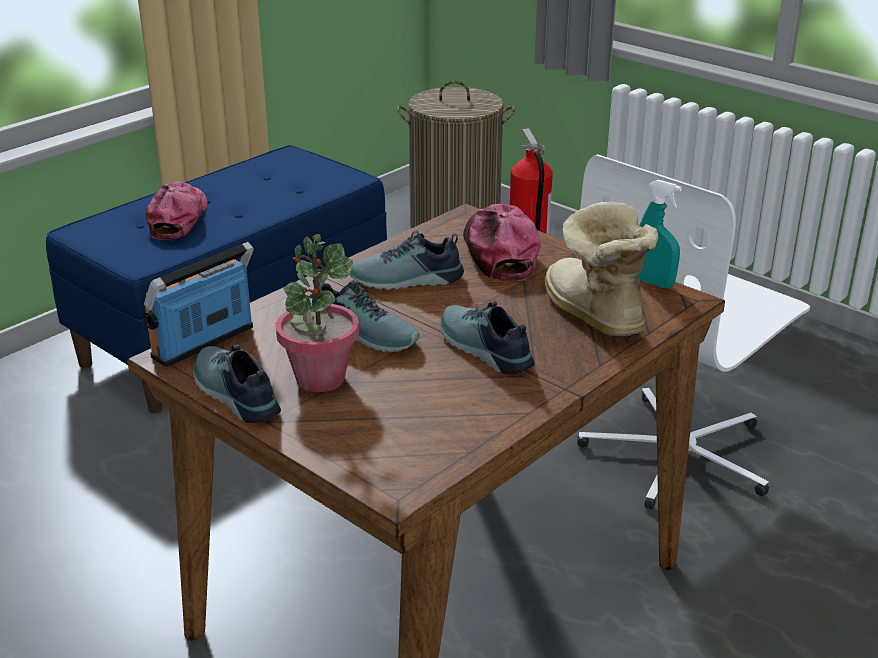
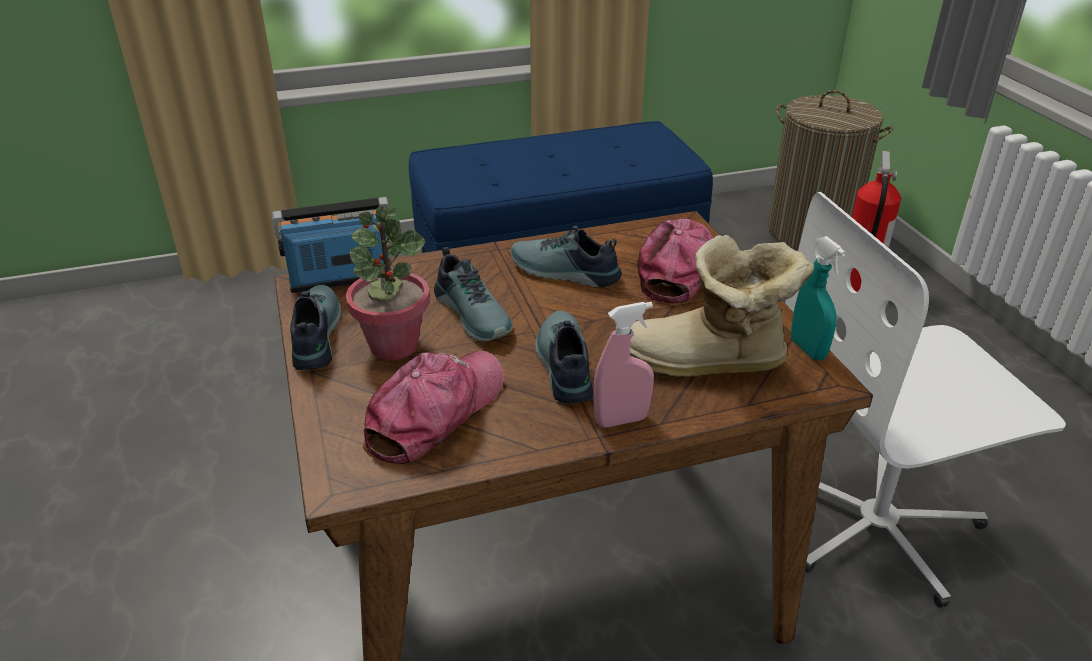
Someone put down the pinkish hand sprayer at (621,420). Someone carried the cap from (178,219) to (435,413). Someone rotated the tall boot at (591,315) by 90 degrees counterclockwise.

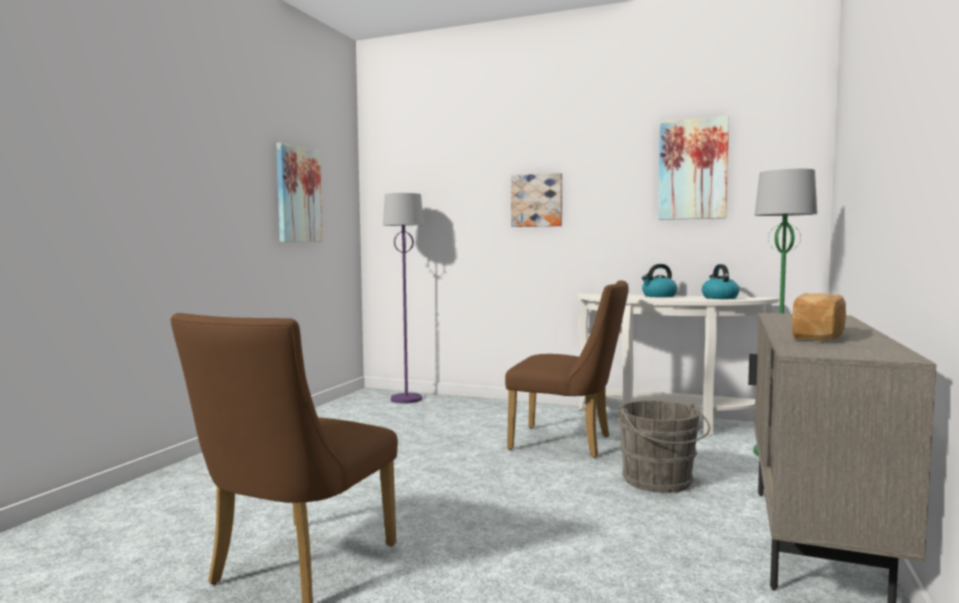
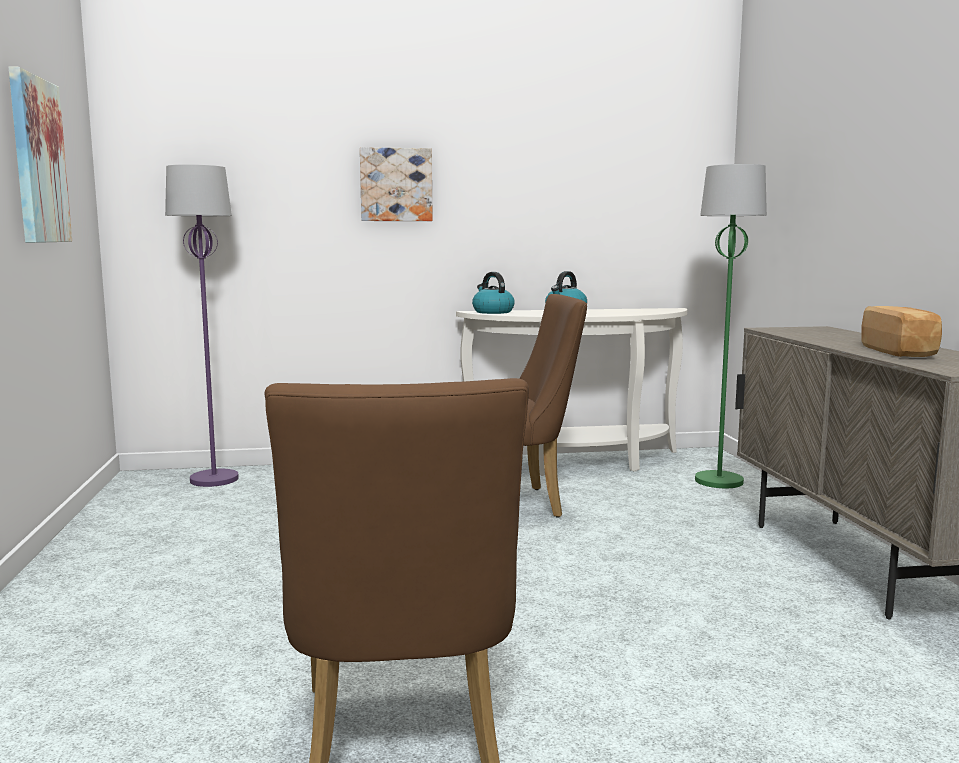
Someone took away the grey bucket at (659,482). Someone took away the wall picture at (692,169). Someone carried the kettle from (719,298) to (492,312).

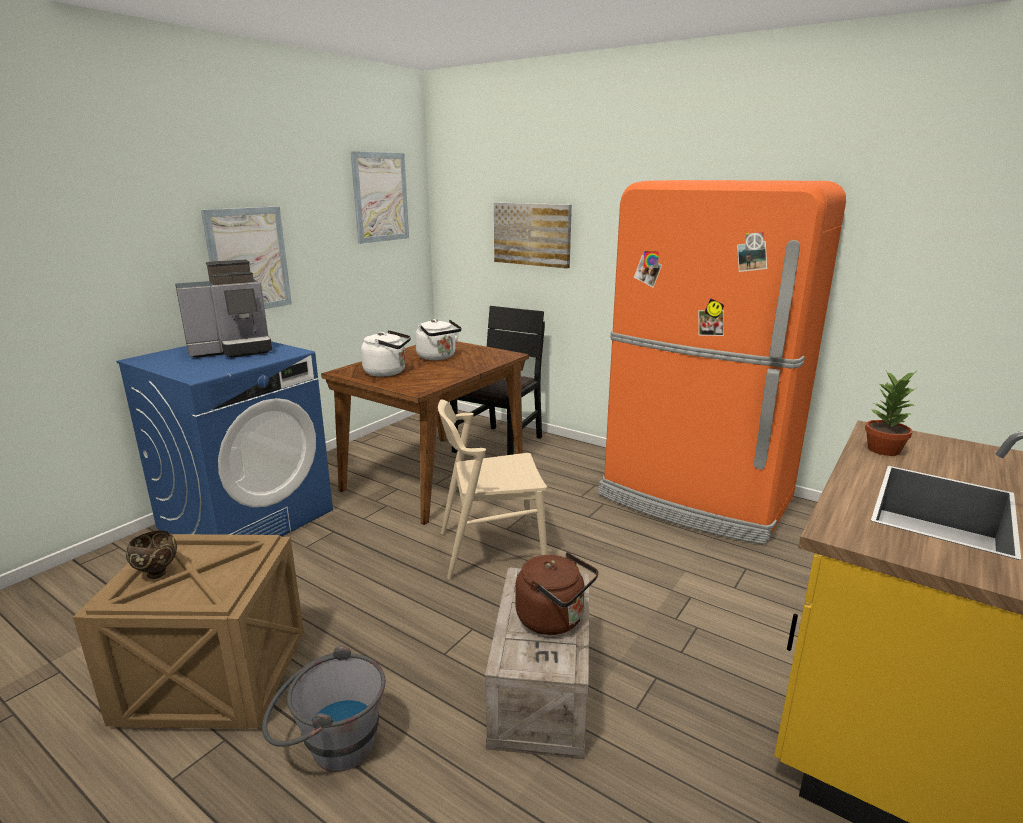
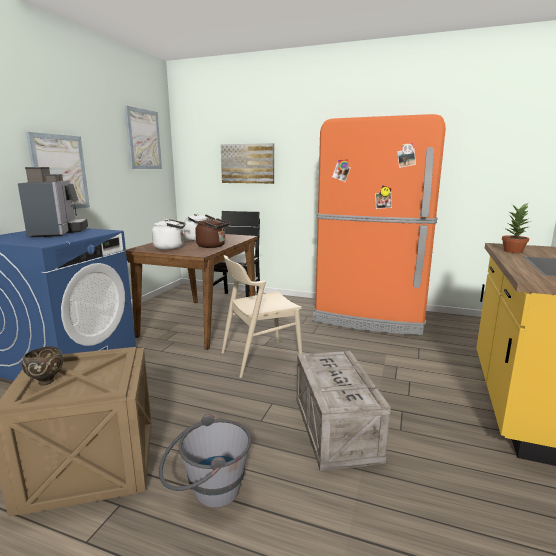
Someone carried the brown kettle from (554,619) to (213,246). Someone rotated the coffee brewer at (232,350) by 60 degrees counterclockwise.

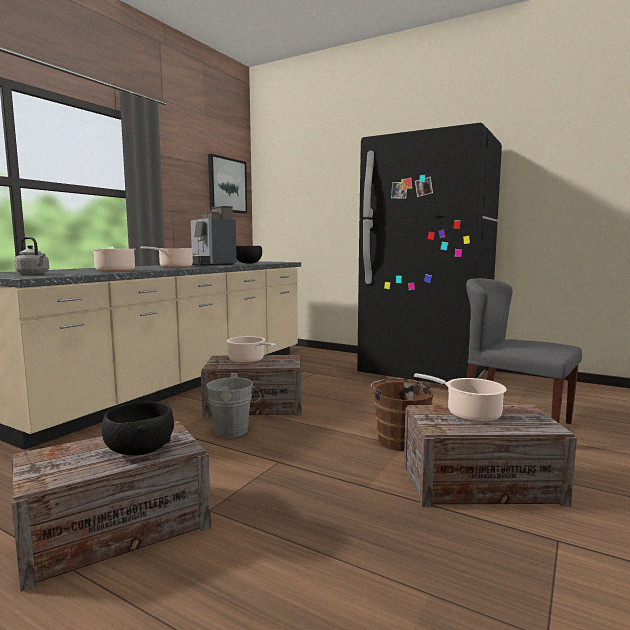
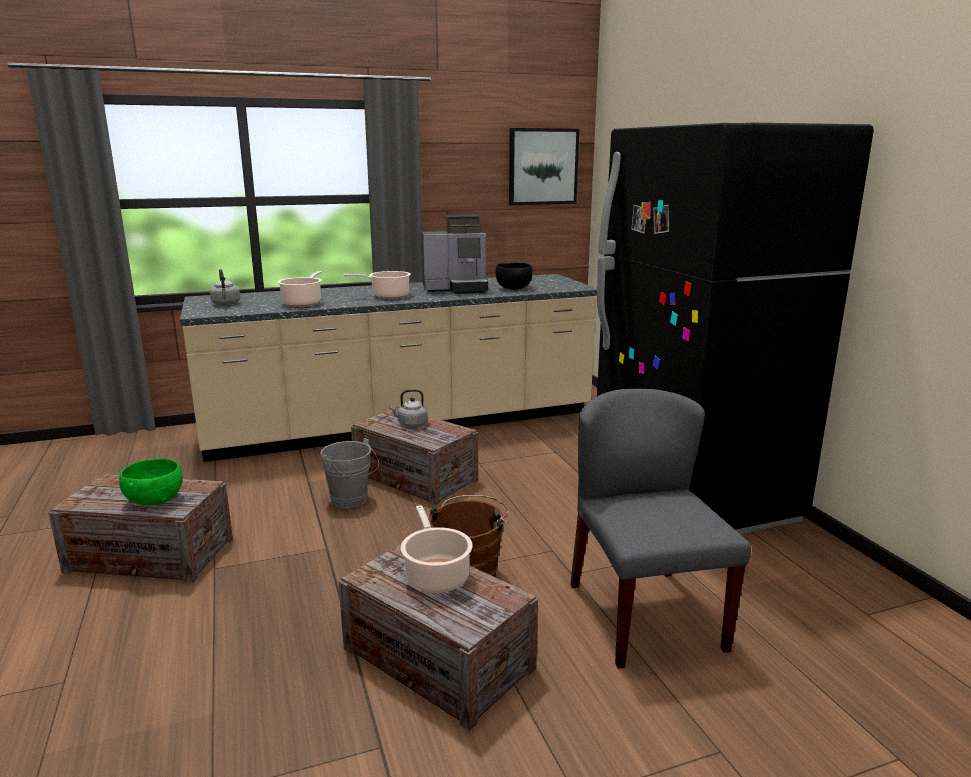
Someone swapped the cooking pot at (248,360) for the grey kettle at (411,424). Someone repainted the blackish bowl at (139,450), which became the green-coloured bowl at (154,500). Someone rotated the coffee brewer at (211,264) by 105 degrees counterclockwise.

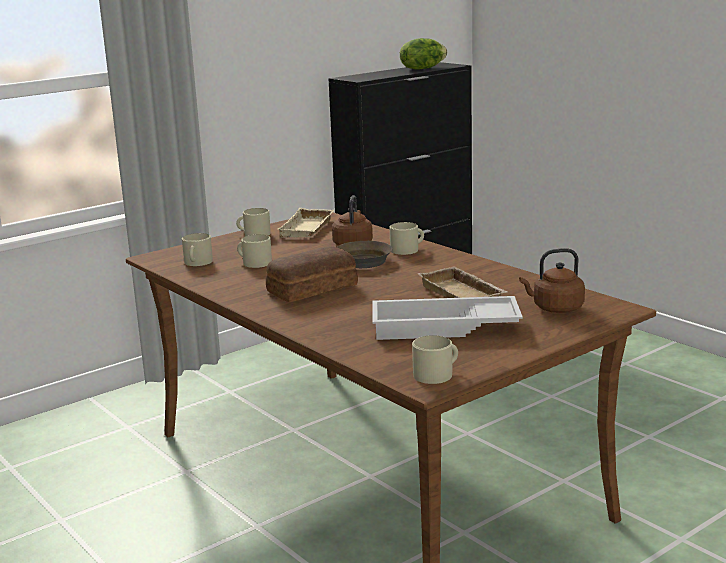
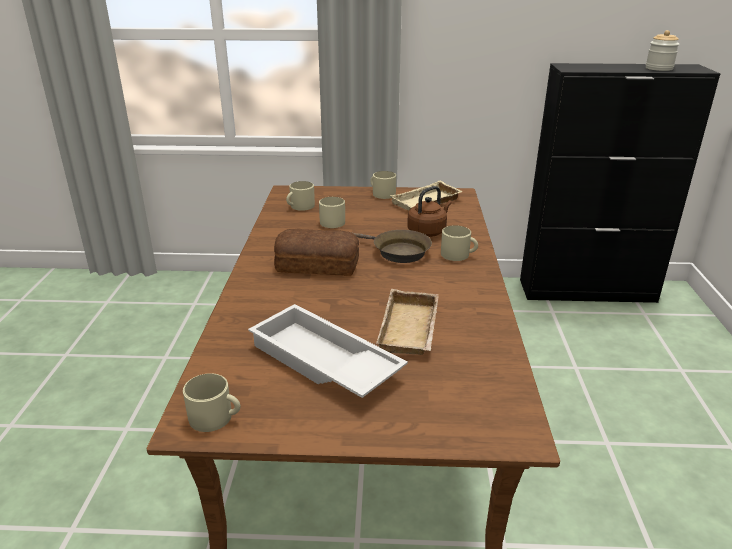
Someone took away the brown kettle at (555,308). Someone swapped the lettuce head at (422,69) for the preserve jar at (659,68).

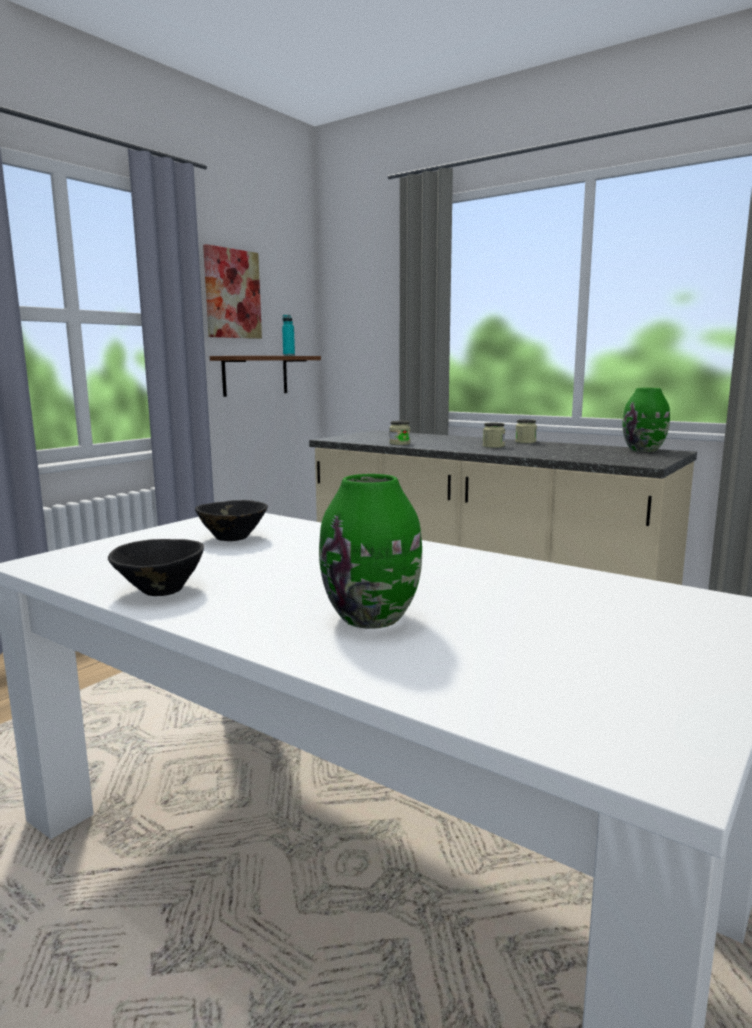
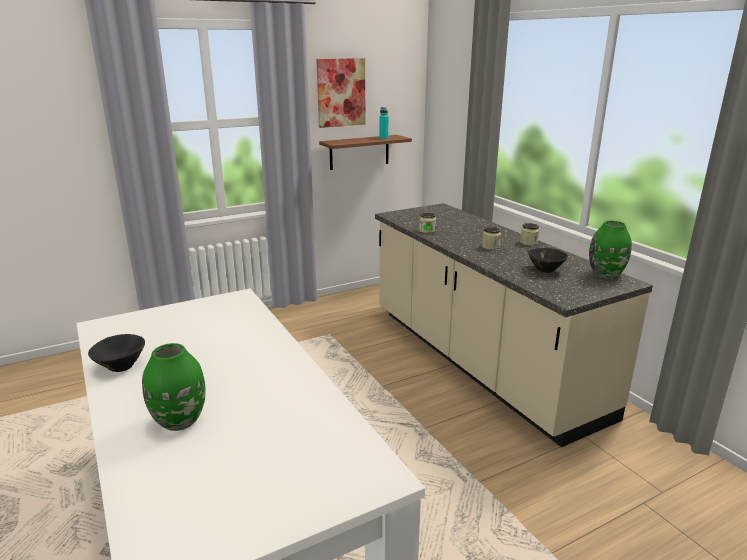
Someone carried the blackish bowl from (233,537) to (546,270).

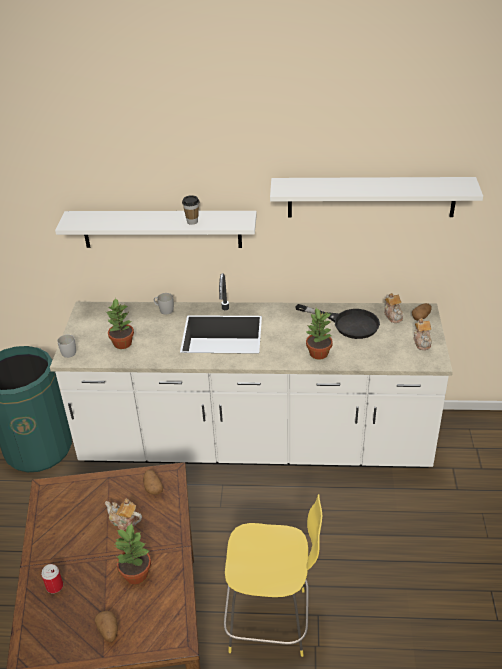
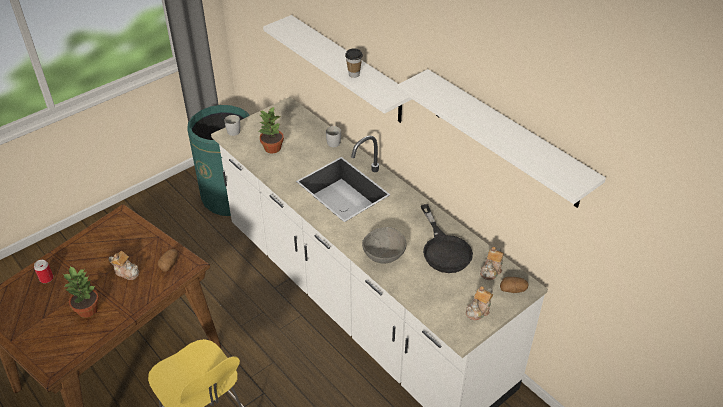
Someone took away the potato at (108,631). Someone swapped the plant in a pot at (318,354) for the grey bowl at (383,255). Someone rotated the pot for tea at (124,521) by 135 degrees clockwise.

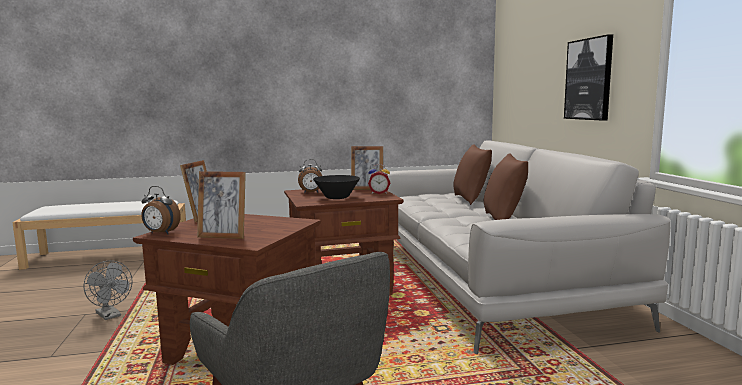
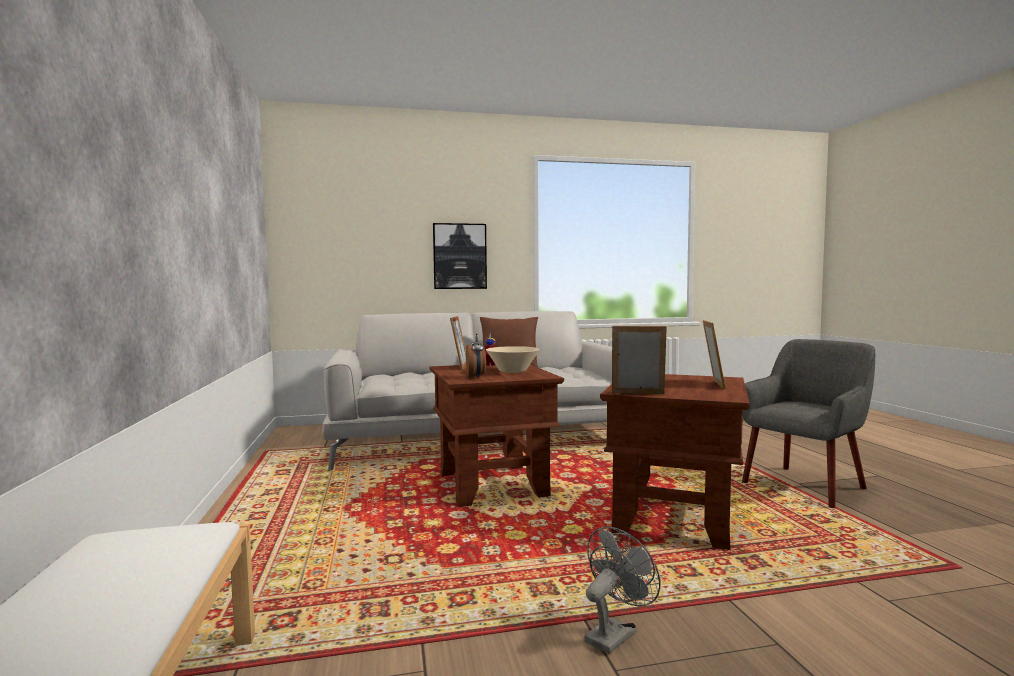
Someone took away the alarm clock at (160,233). Someone took away the brown throw pillow at (471,199). Someone repainted the blackish bowl at (337,197), which became the sand-coloured bowl at (512,371).

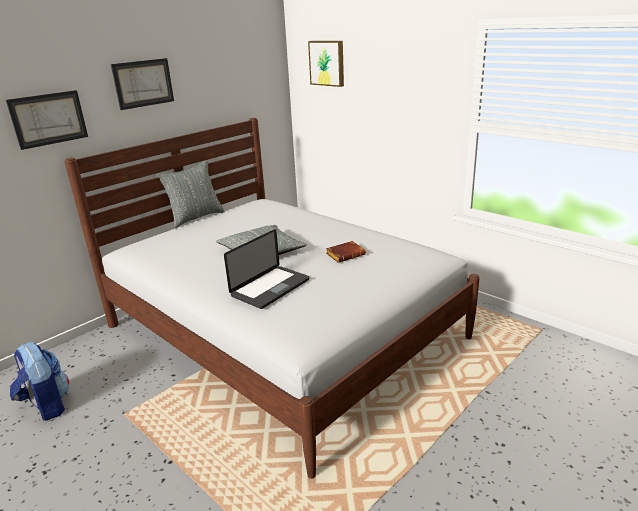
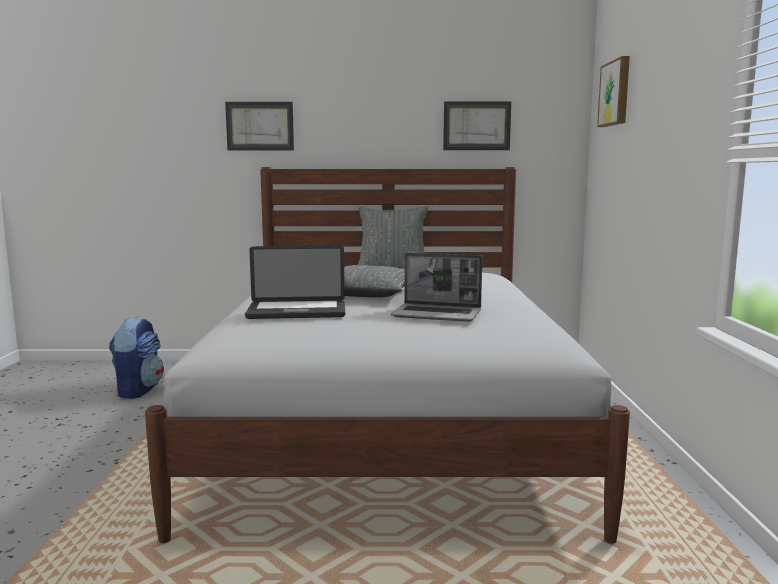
Someone carried the wall picture from (143,83) to (476,126). Someone swapped the brown book at (345,254) for the notebook computer at (438,314).

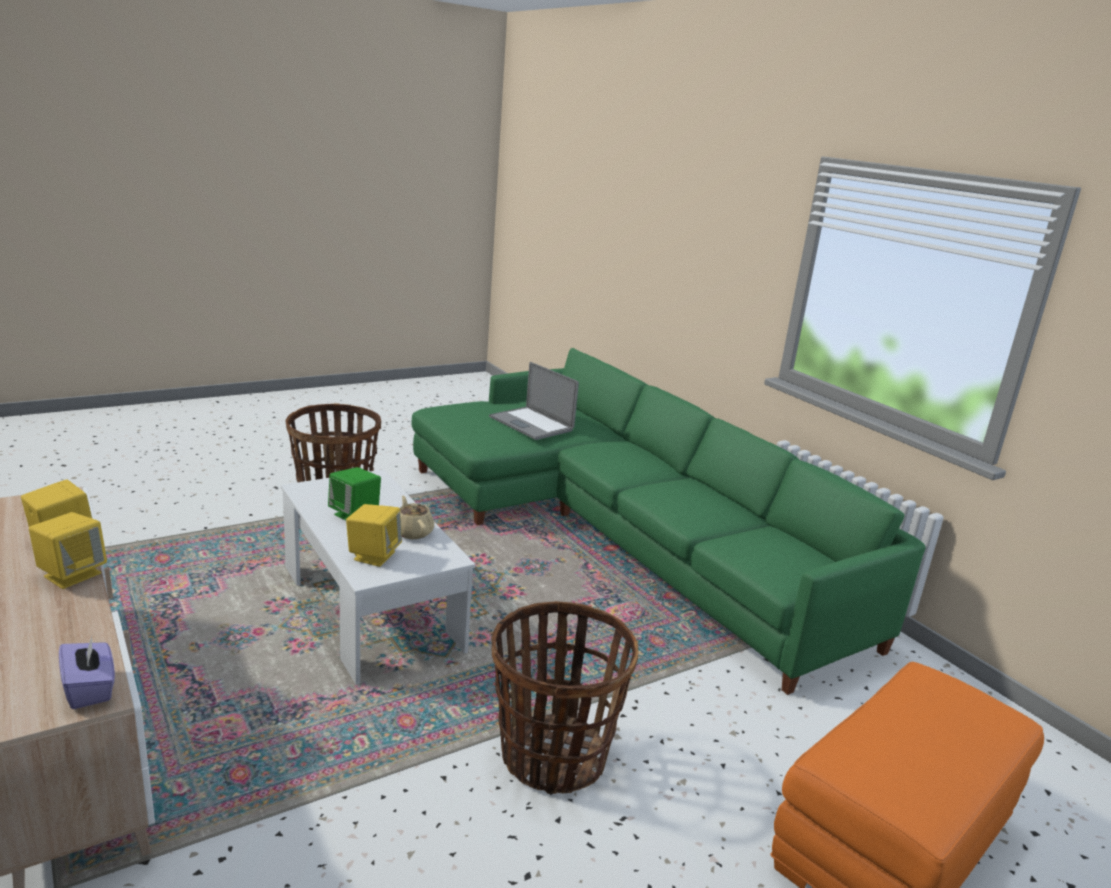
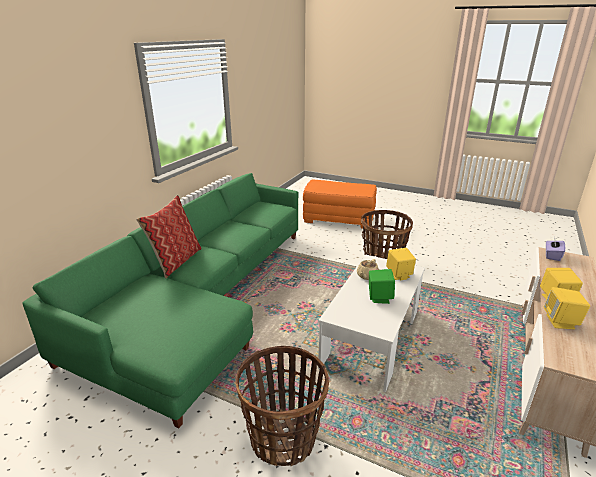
Someone took away the notebook computer at (531,424). Someone put down the throw pillow at (176,261).

